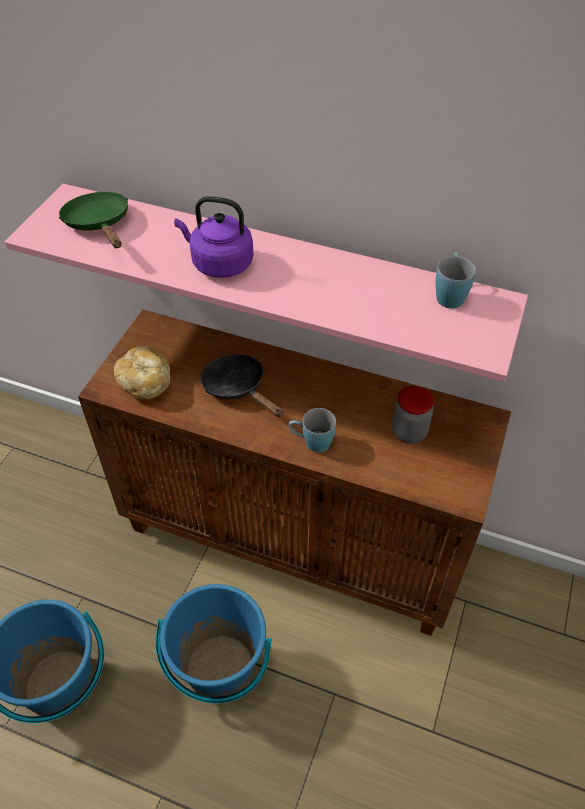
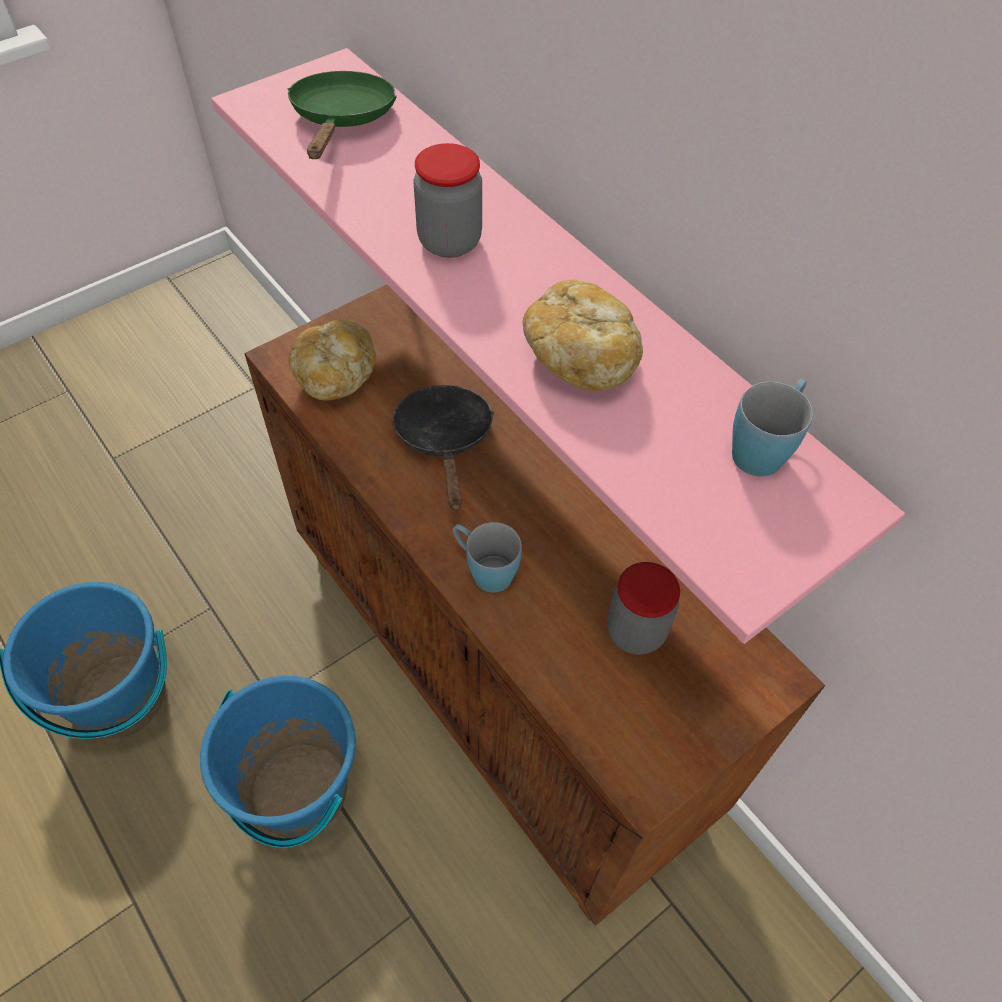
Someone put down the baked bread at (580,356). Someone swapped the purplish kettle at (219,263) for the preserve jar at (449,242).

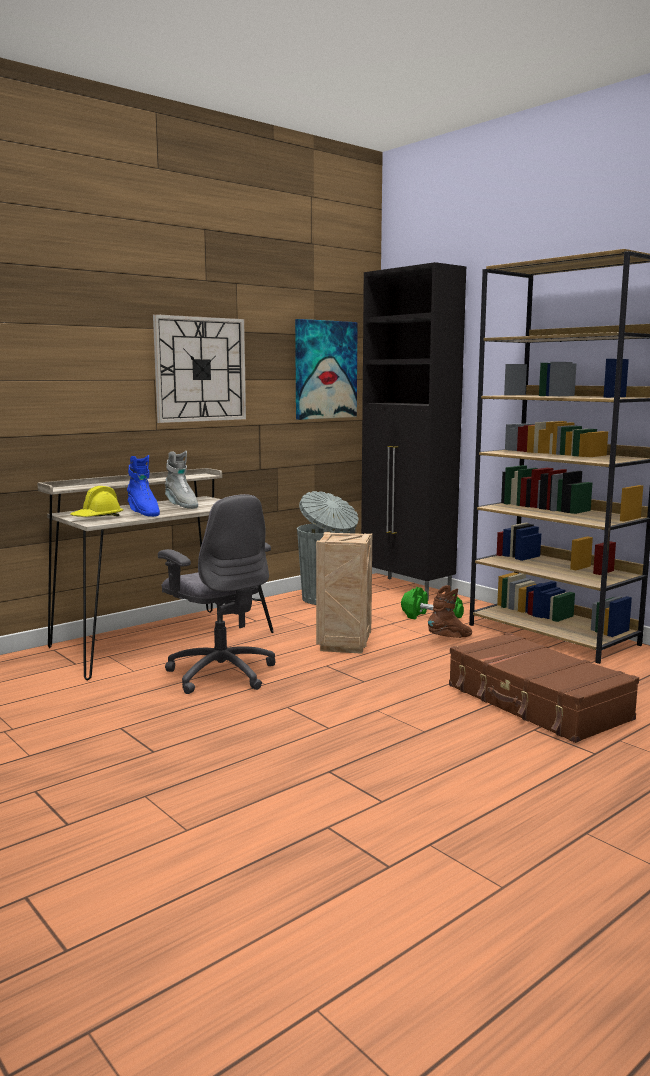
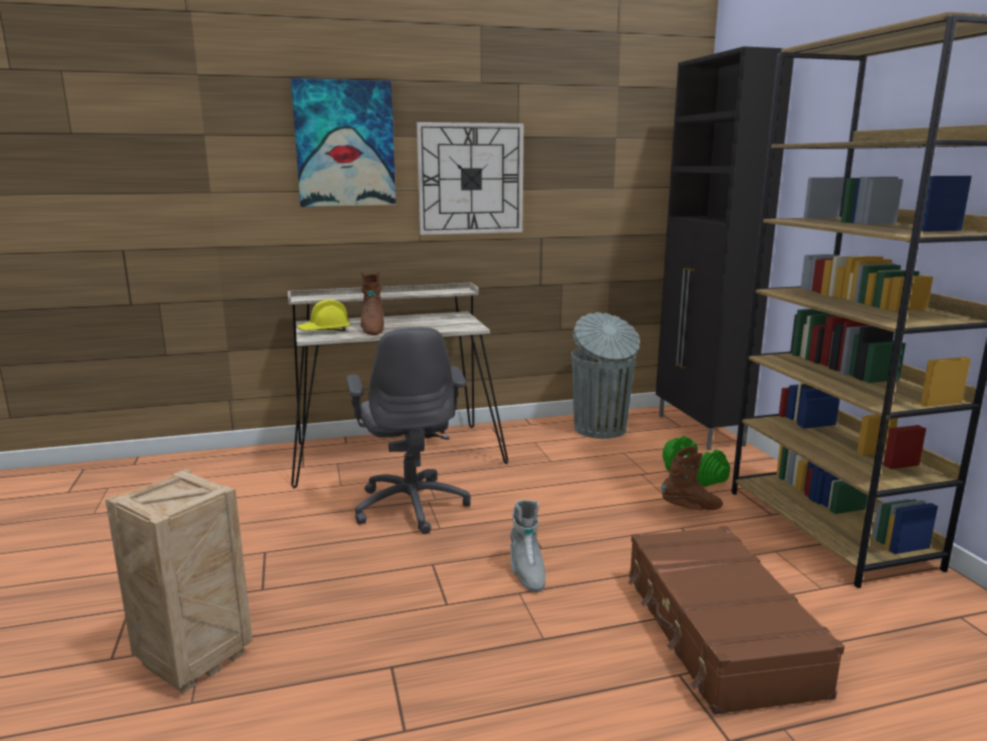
Someone carried the grey tall boot from (181,505) to (526,572). Someone carried the wall picture from (325,370) to (345,144). Someone carried the crate from (343,645) to (195,657). Someone repainted the blue tall boot at (143,513), which became the brown tall boot at (372,329).

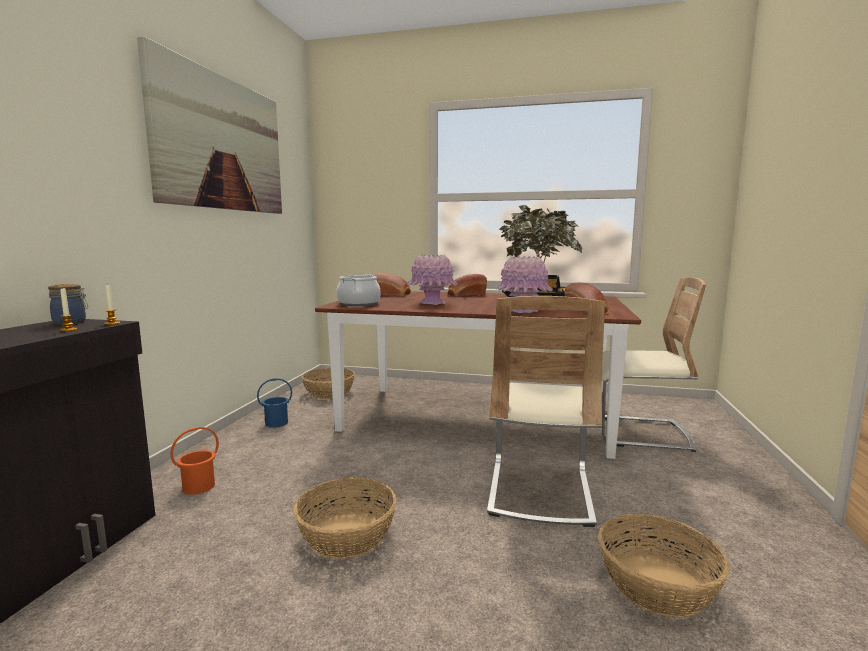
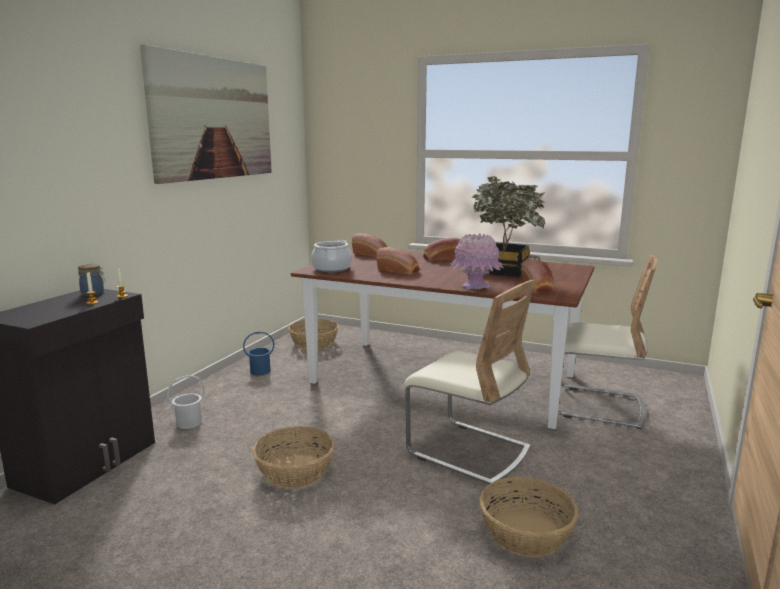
Someone swapped the pinkish decorative vase at (432,303) for the baked bread at (399,271). Someone repainted the orangey bucket at (198,486), which became the white bucket at (188,423). Someone rotated the sand-coloured chair at (539,491) by 75 degrees counterclockwise.

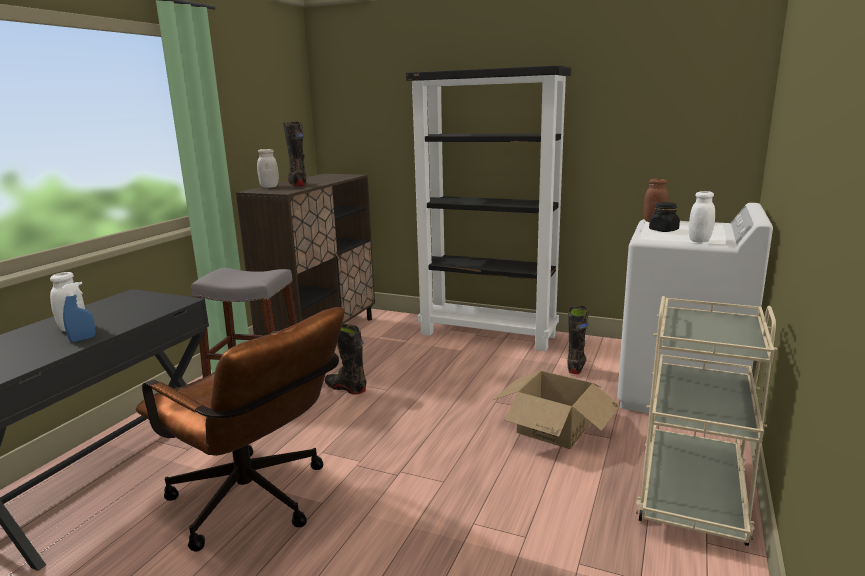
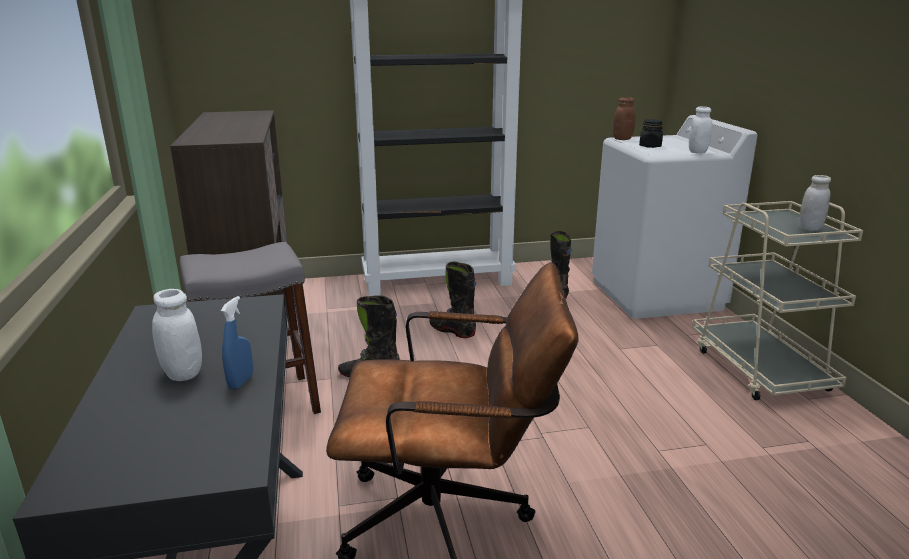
Someone took away the cardboard box at (554,428). Someone carried the white preserve jar from (269,187) to (810,228). Someone carried the blackish tall boot from (297,184) to (452,331).

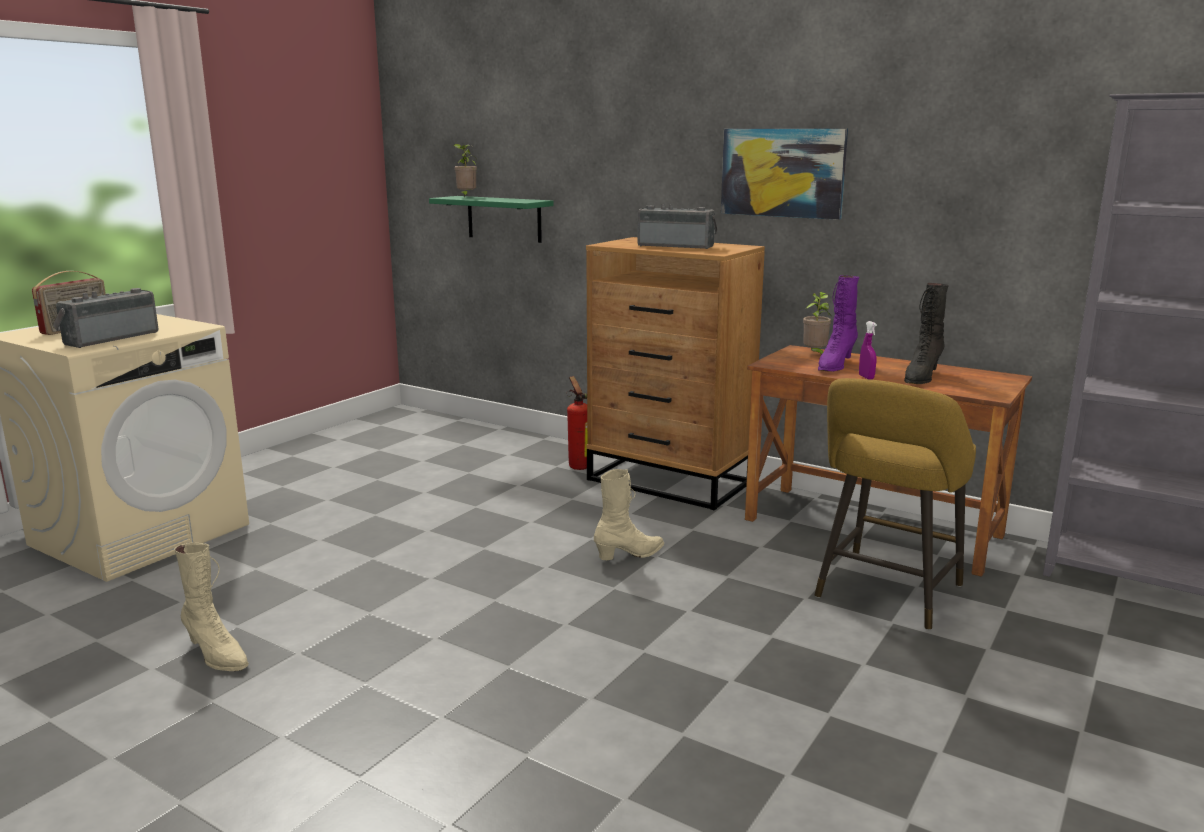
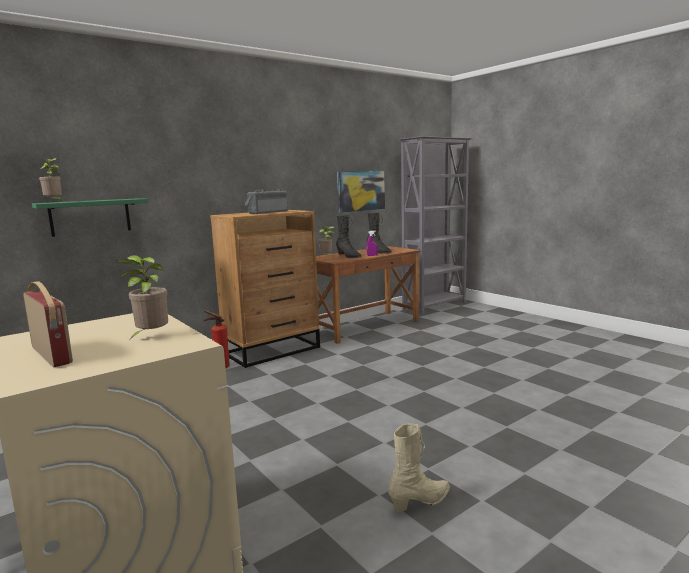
Someone took away the sand-coloured tall boot at (630,555). Someone took away the yellow sitting stool at (885,595). Someone carried the wall picture from (782,172) to (360,191). Someone swapped the radio set at (109,338) for the plant in a pot at (150,337). Someone repainted the purplish tall boot at (835,365), which became the blackish tall boot at (348,256).

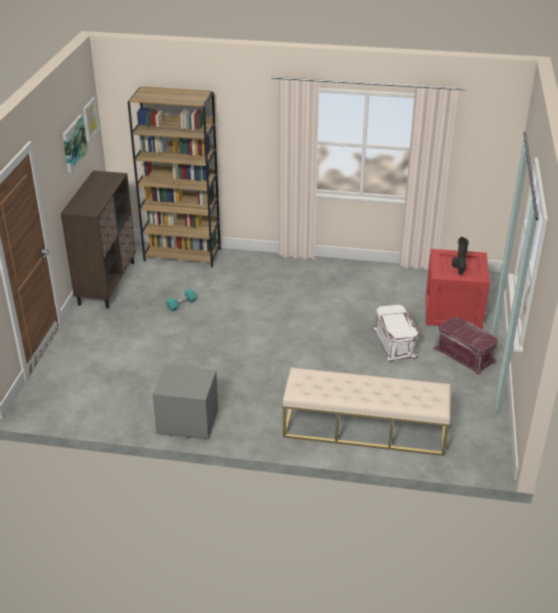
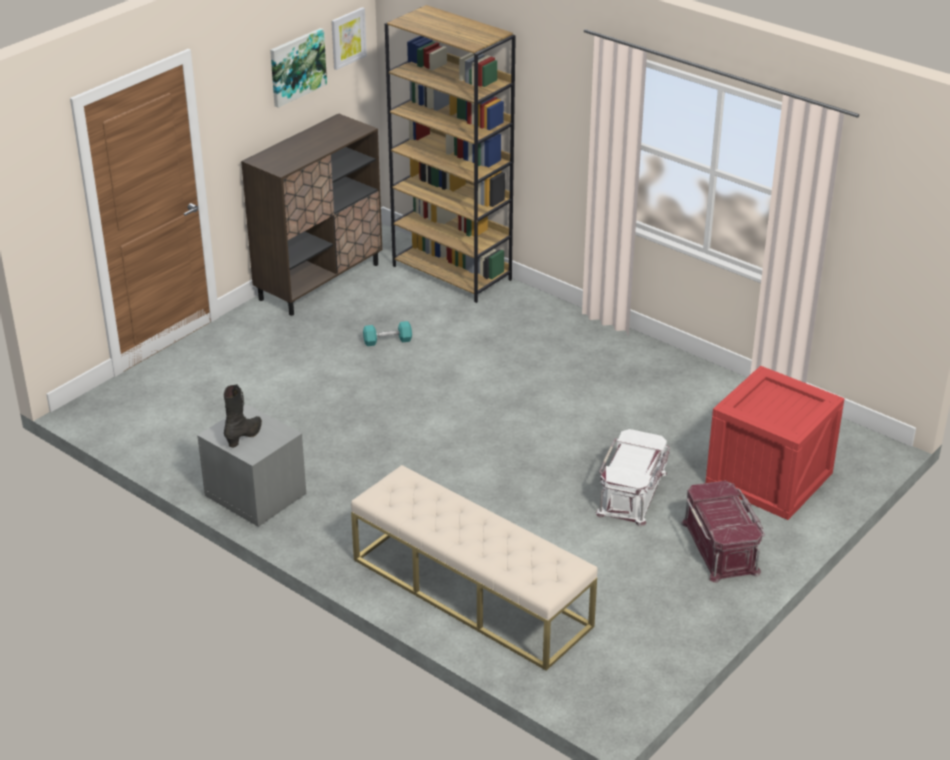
Someone carried the blackish tall boot from (458,268) to (245,436).

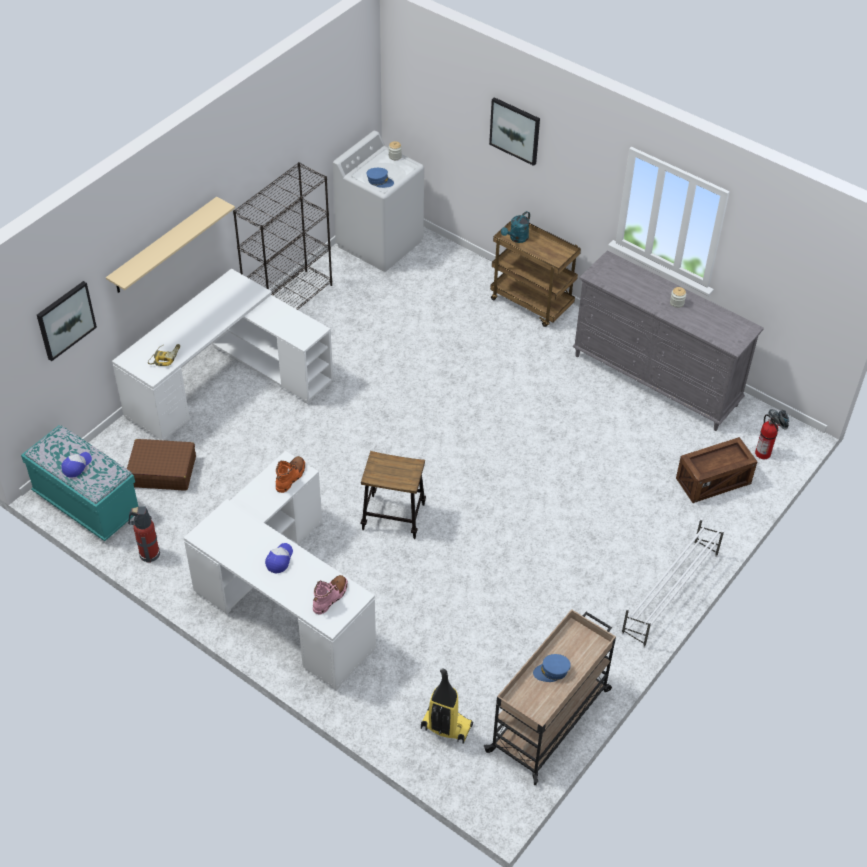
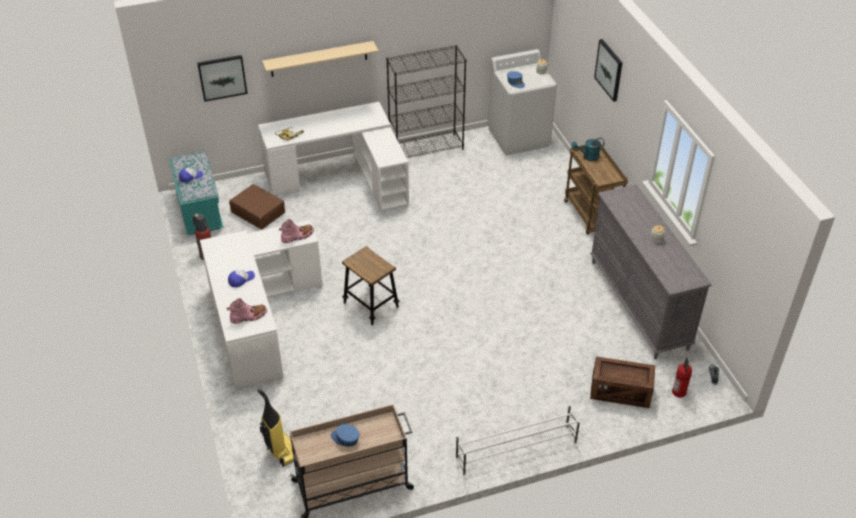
Someone repainted the orangey tall boot at (290,477), which became the pinkish tall boot at (297,236).

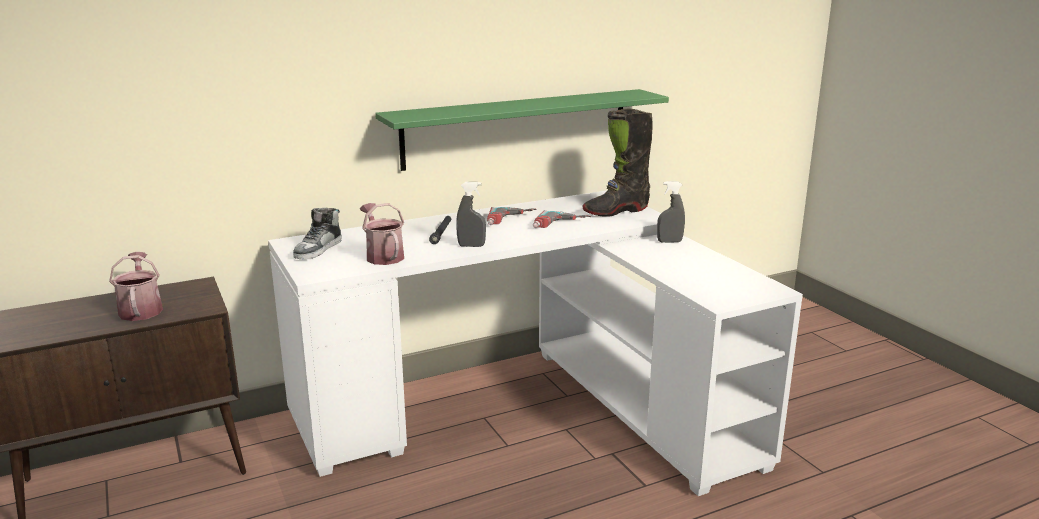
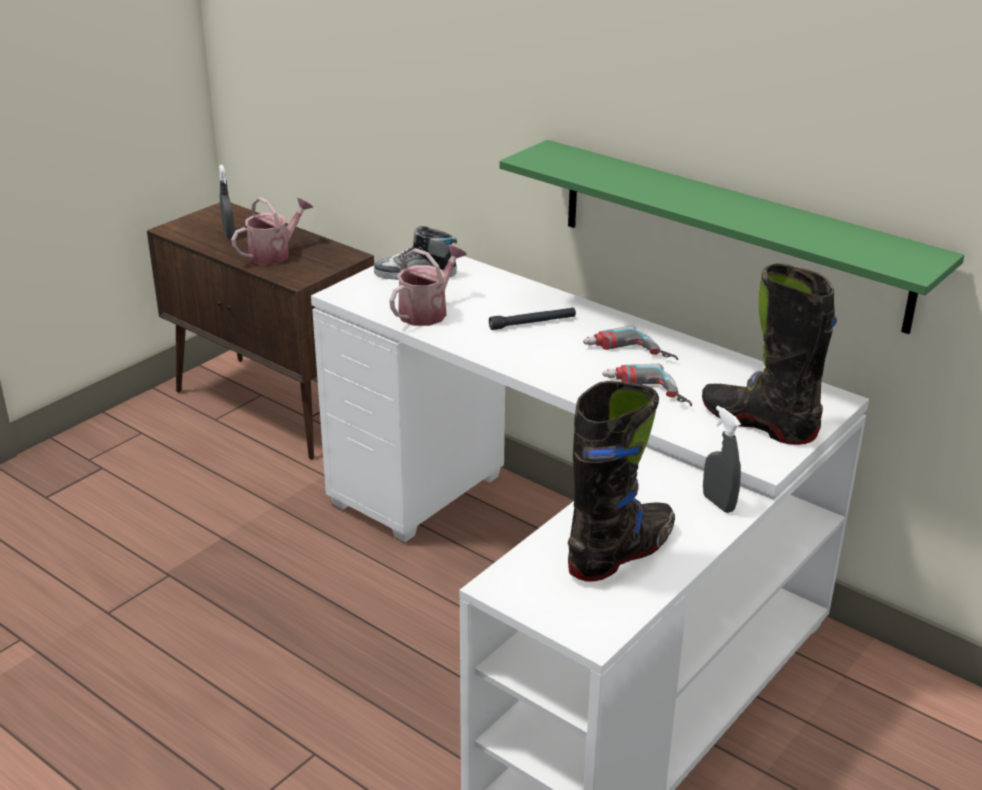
Someone put down the blackish tall boot at (621,553). Someone carried the grey hand sprayer from (471,246) to (229,234).

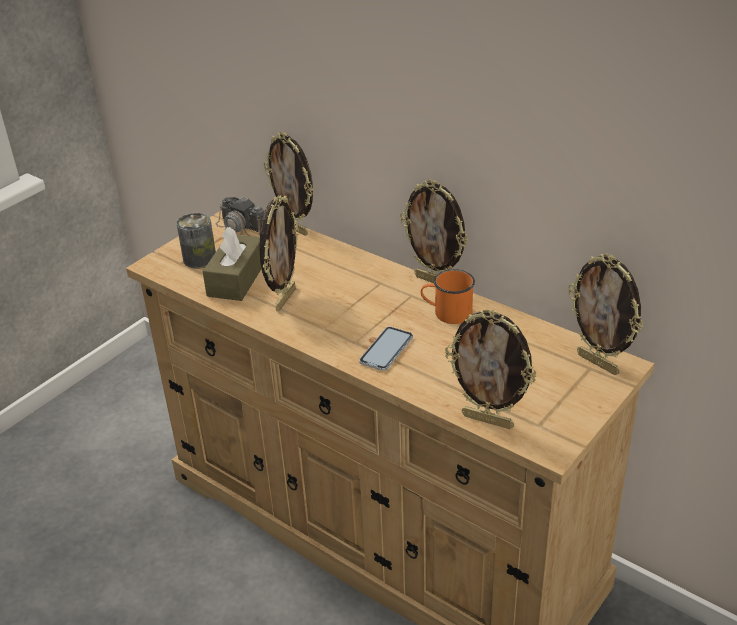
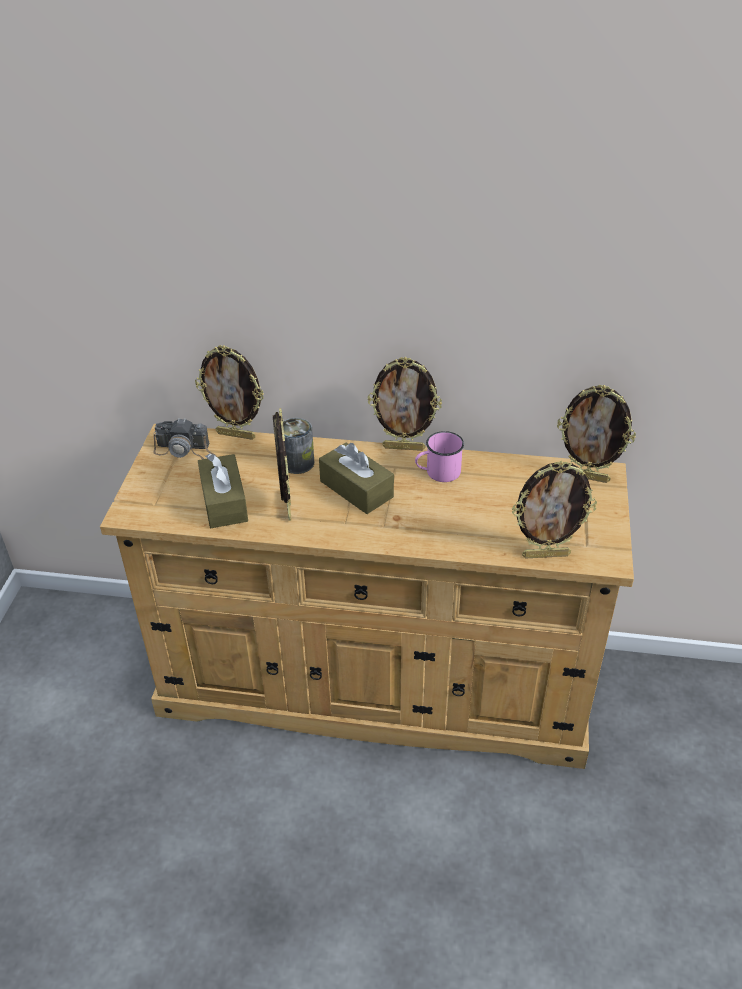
Someone took away the phone at (386,350). Someone put down the brown tissue holder at (356,489). Someone carried the metal can from (199,259) to (297,463). Someone repainted the orangey coffee mug at (447,313), which became the pinkish coffee mug at (438,473).

